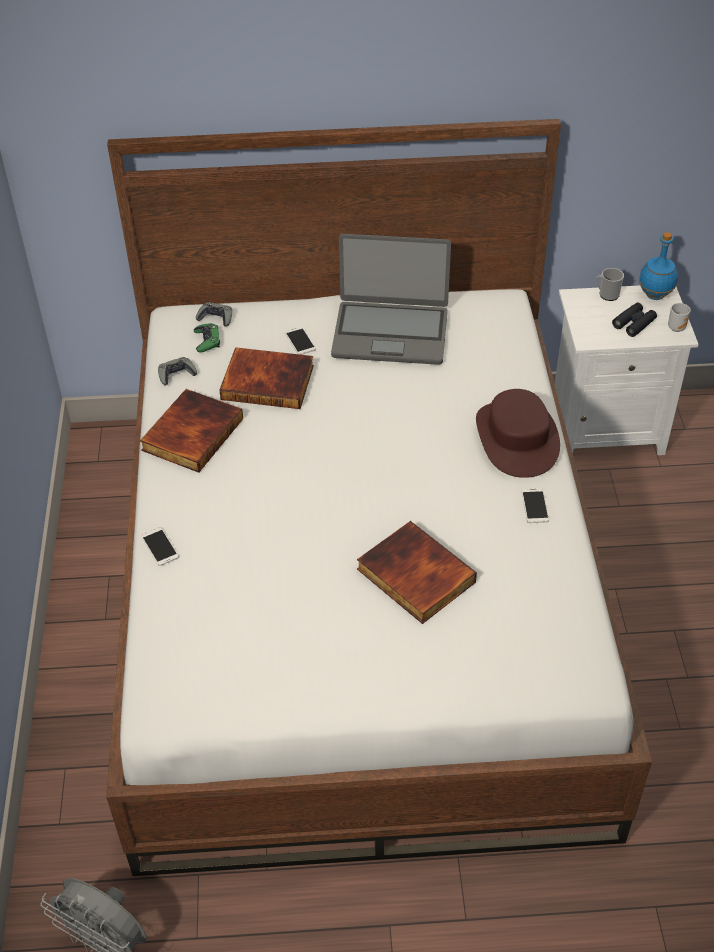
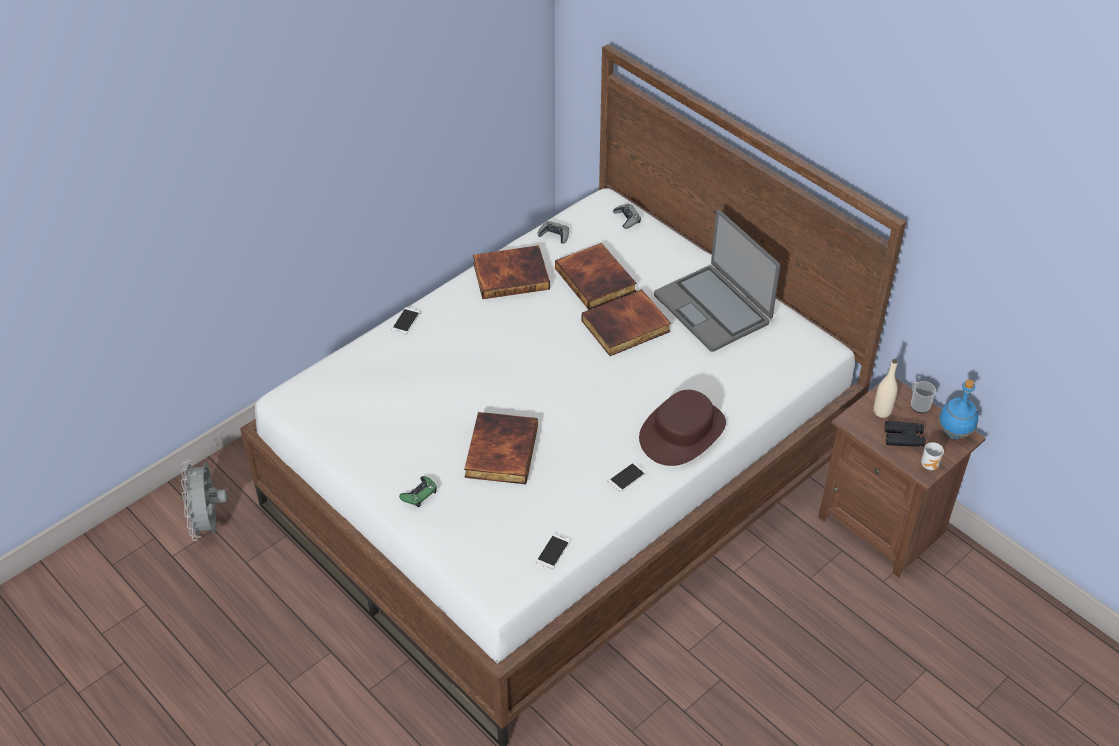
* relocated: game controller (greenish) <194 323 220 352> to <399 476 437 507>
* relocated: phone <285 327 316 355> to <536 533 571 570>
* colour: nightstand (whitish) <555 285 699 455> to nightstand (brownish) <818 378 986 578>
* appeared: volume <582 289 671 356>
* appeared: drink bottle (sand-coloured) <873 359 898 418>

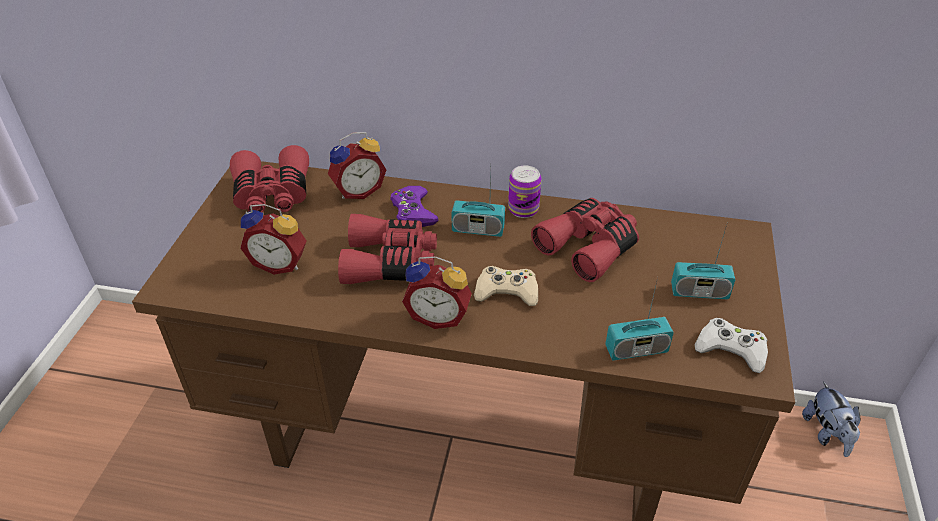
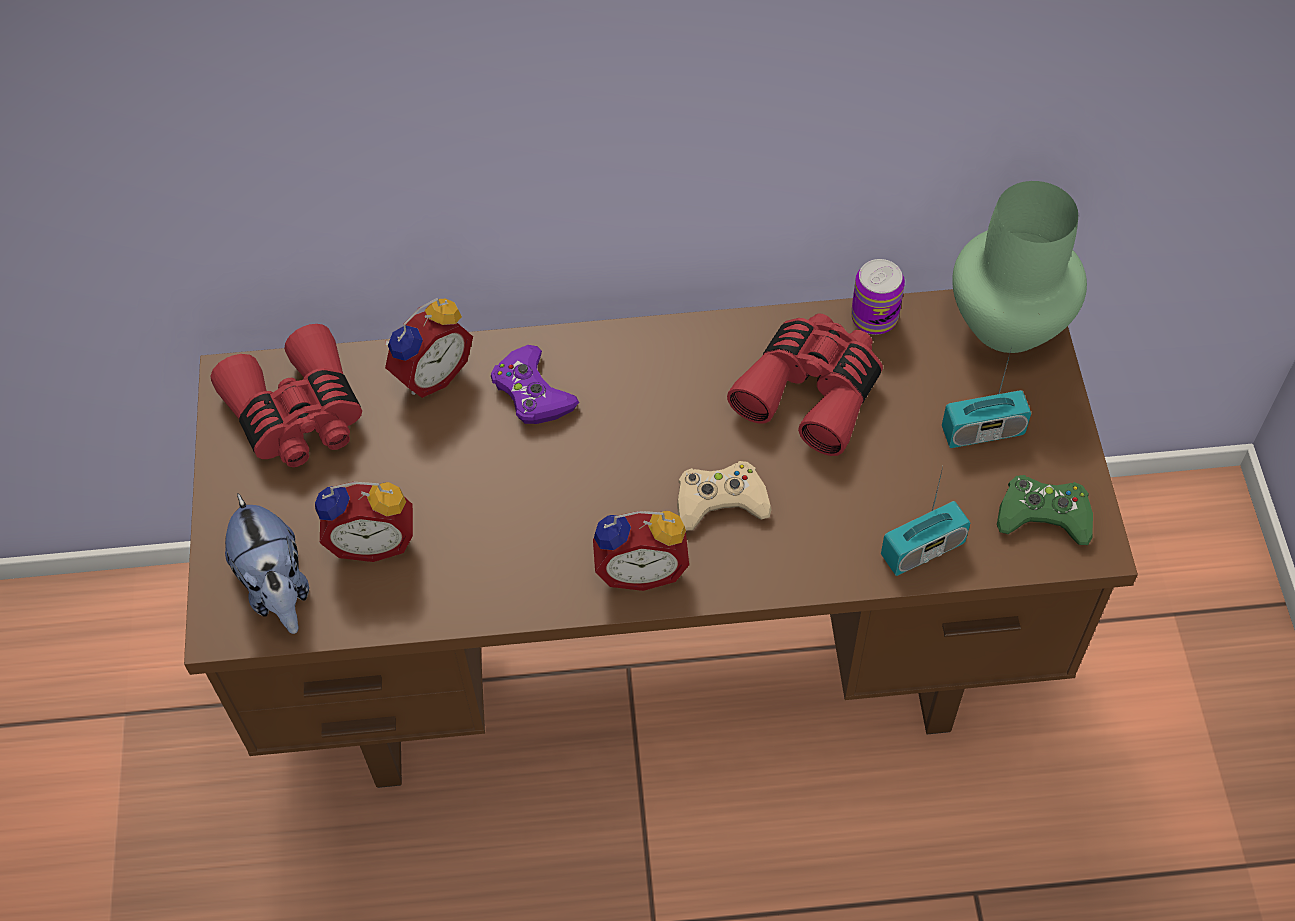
* missing: binoculars (red-coloured) <338 214 437 284>
* missing: radio receiver <451 172 505 237>
* relocated: sealed can <508 165 541 218> to <851 259 905 335>
* colour: game controller (whitish) <695 318 768 373> to game controller (greenish) <997 475 1093 545>
* relocated: soft toy <802 381 861 457> to <225 493 309 634>
* appeared: decorative vase (greenish) <952 181 1087 353>

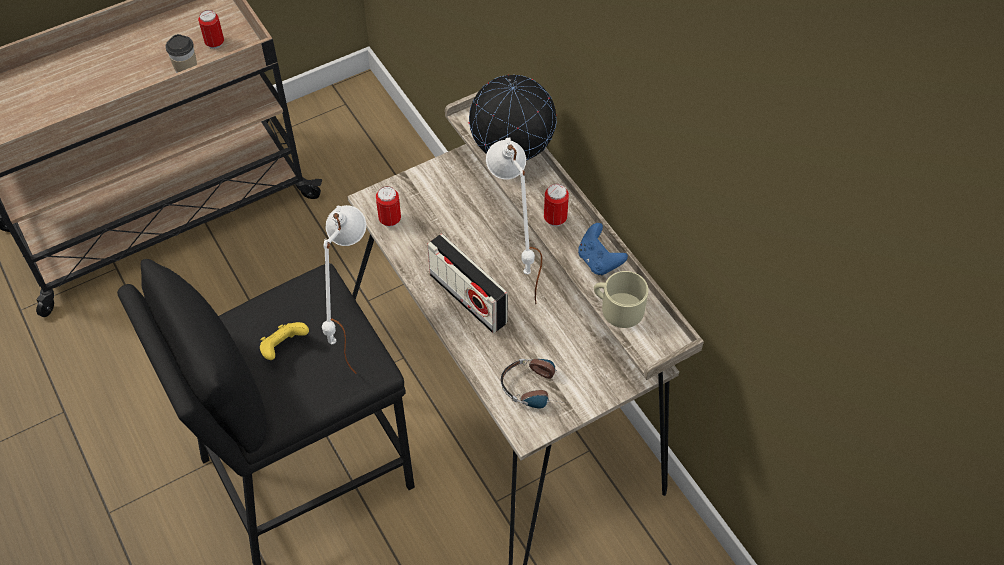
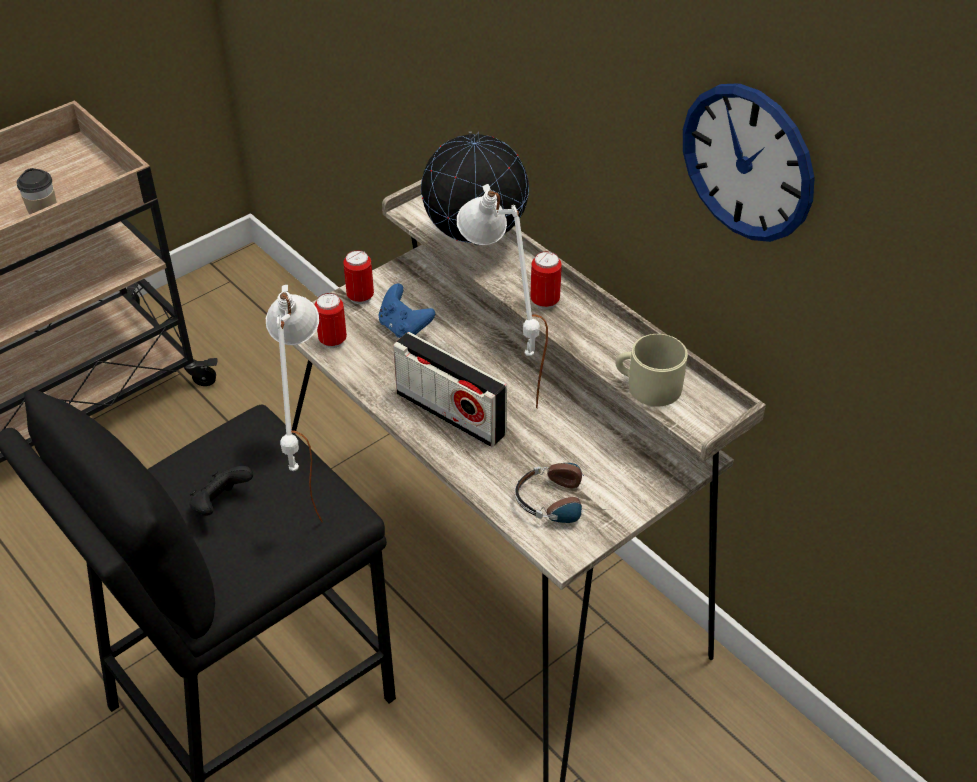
* relocated: sealed can <198 10 224 49> to <343 250 374 304>
* colour: game controller (yellow-coloured) <260 322 309 360> to game controller (black-coloured) <189 466 253 516>
* relocated: game controller (blue) <578 223 628 275> to <379 284 435 338>
* appeared: clock on the wall <683 83 815 242>

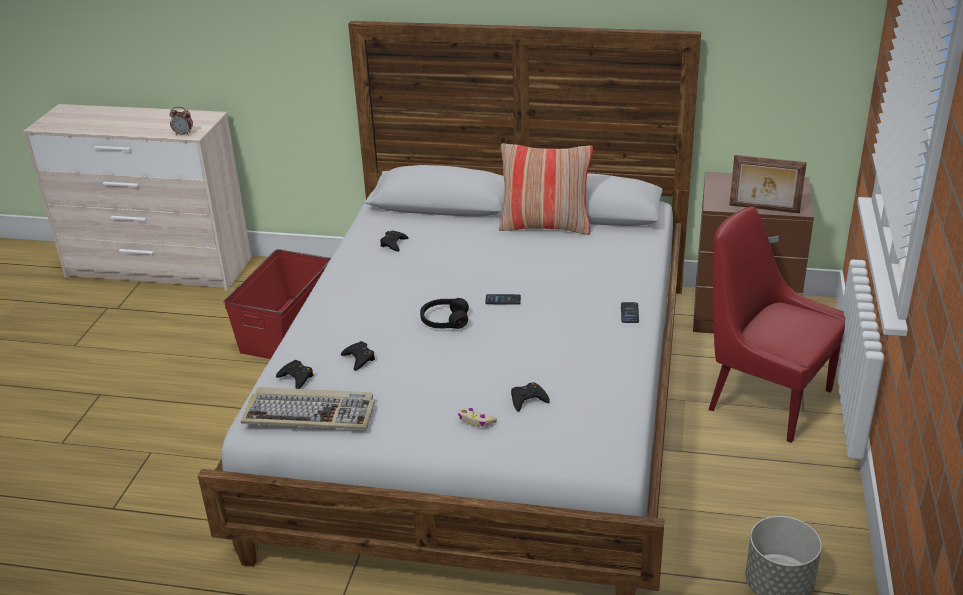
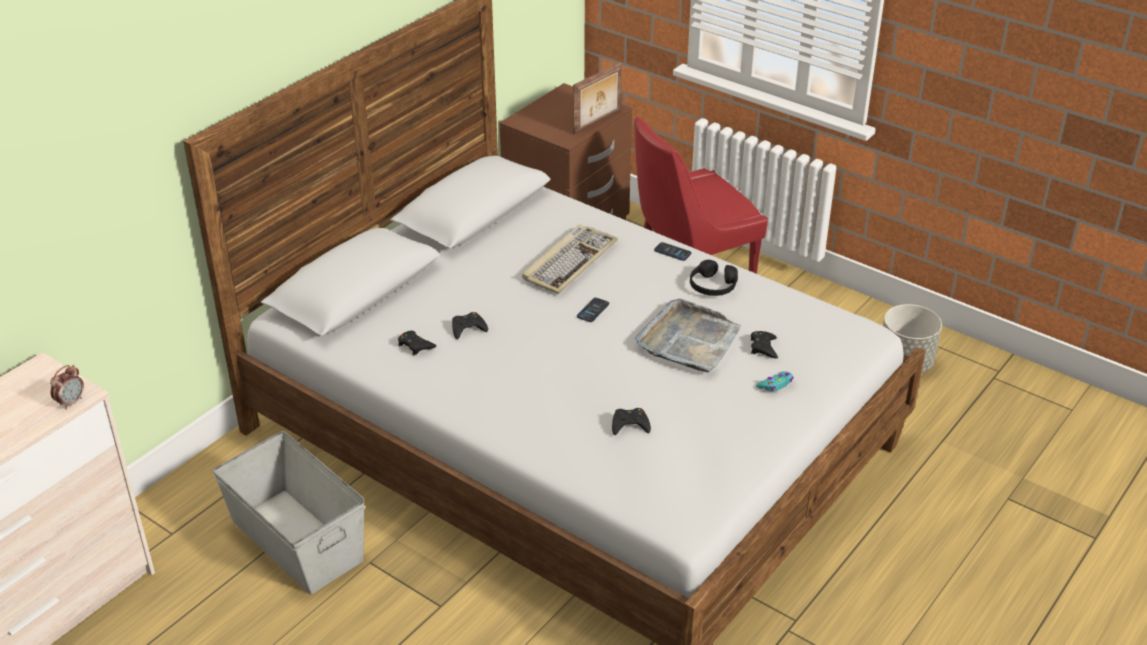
* colour: storage bin (red-coloured) <224 249 331 359> to storage bin (grey) <213 431 365 594>
* relocated: keyboard <241 387 375 430> to <522 224 618 294>
* relocated: game controller (black-coloured) <276 360 313 389> to <452 312 488 339>
* relocated: pair of headphones (black-coloured) <420 298 469 329> to <690 260 738 296>
* colour: game controller (sand-coloured) <458 408 497 427> to game controller (blue-green) <756 371 794 391>
* missing: throw pillow <499 143 593 235>
* appeared: tray (grey) <635 299 741 373>

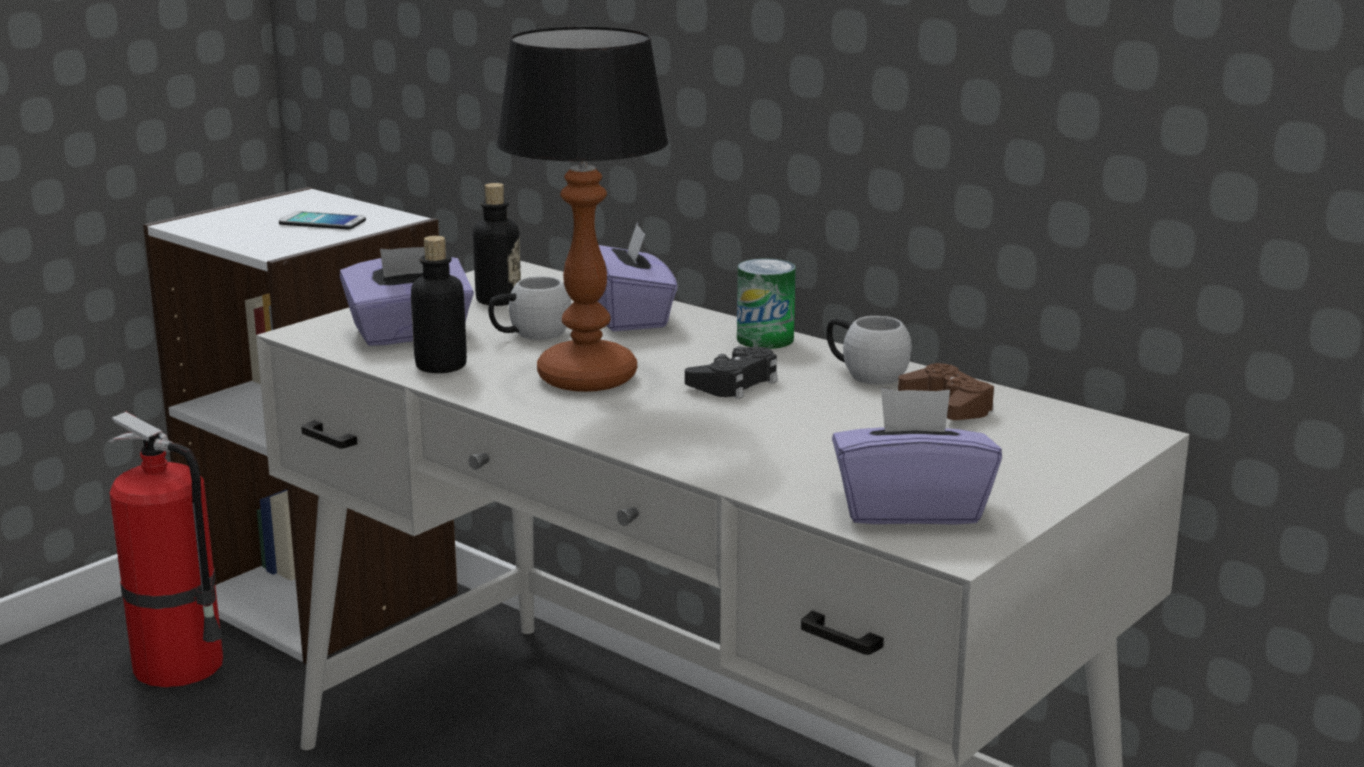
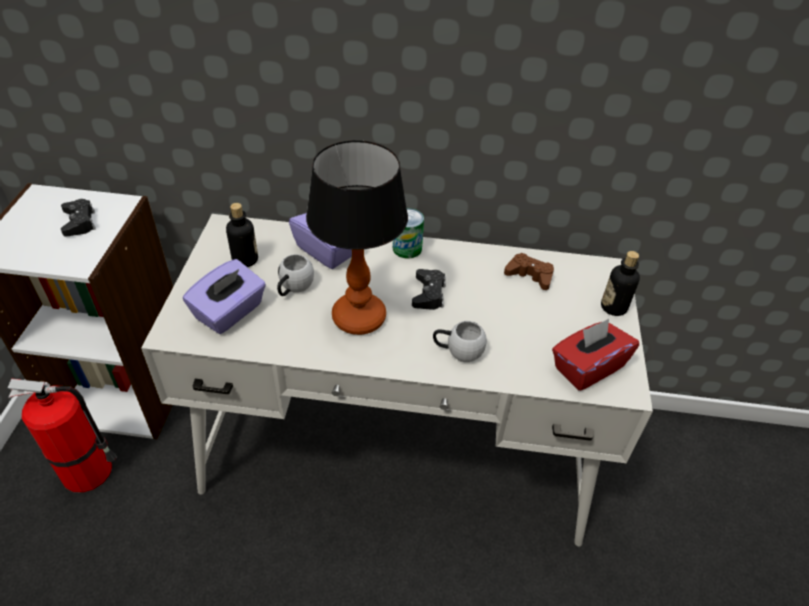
* exchanged: phone <279 211 366 229> to game controller (black-coloured) <61 199 95 237>
* relocated: drink bottle <411 236 467 373> to <601 251 640 316>
* relocated: coffee mug (whitish) <826 316 912 385> to <433 321 487 362>
* colour: tissue holder (purple) <832 388 1002 525> to tissue holder (red-coloured) <552 319 639 391>

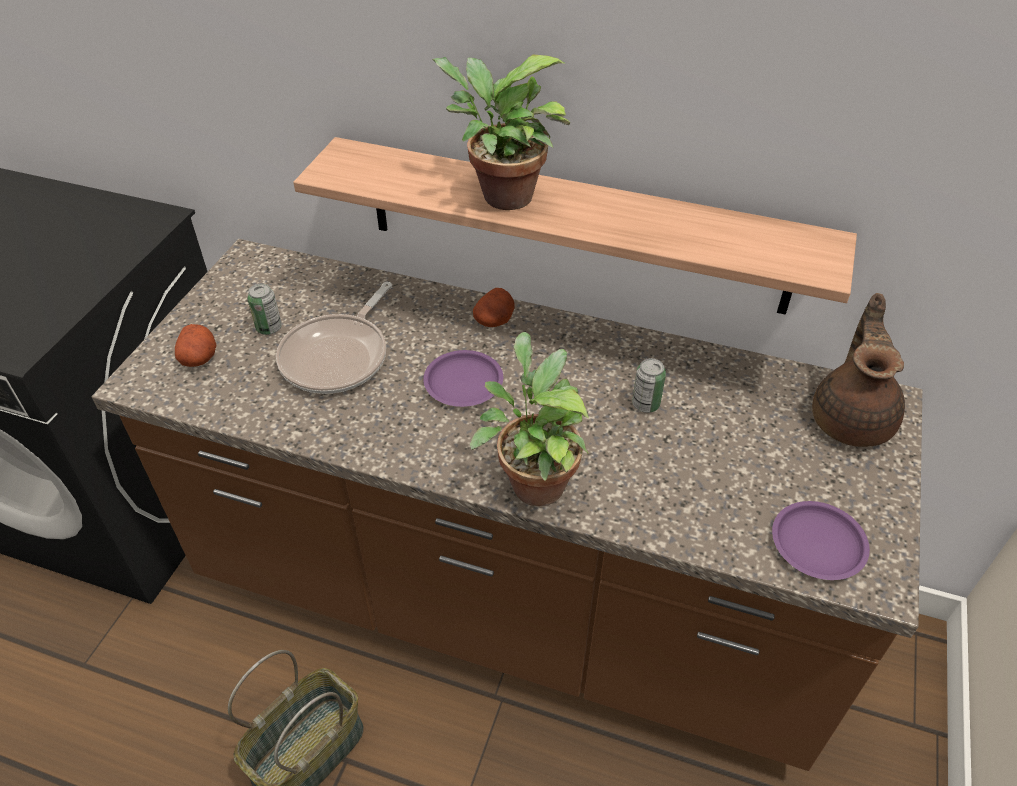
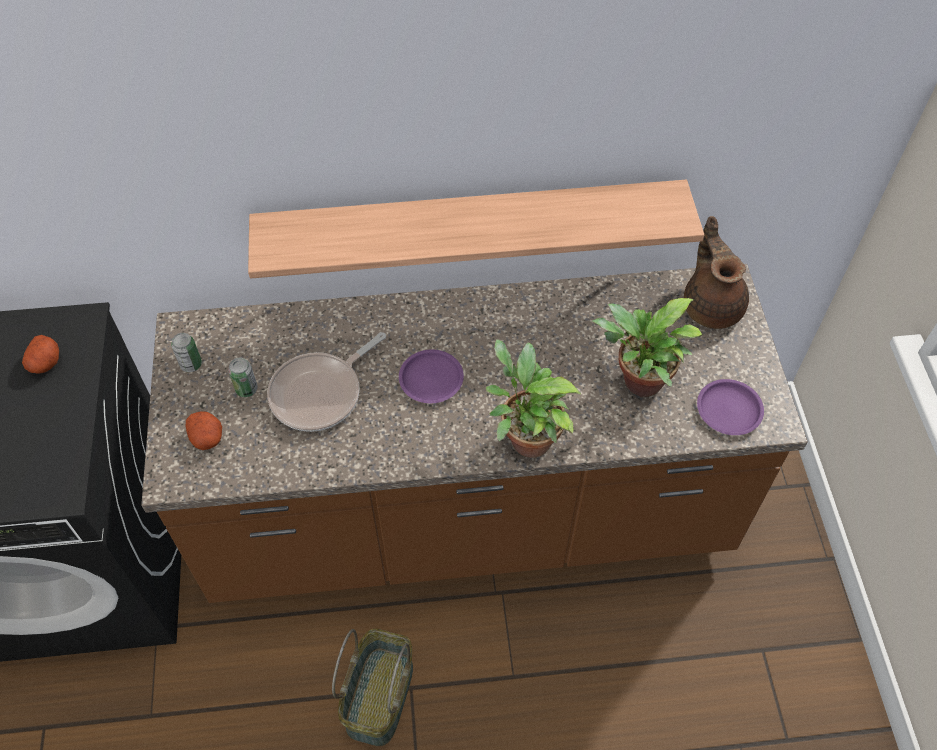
* spun: skillet <276 282 392 394> = <267 332 386 432> 45 degrees clockwise
* relocated: plant in a pot <432 55 570 210> to <592 298 702 397>
* relocated: whole potato <473 288 515 327> to <22 335 59 374>
* relocated: sealed can <632 358 666 413> to <171 333 202 372>

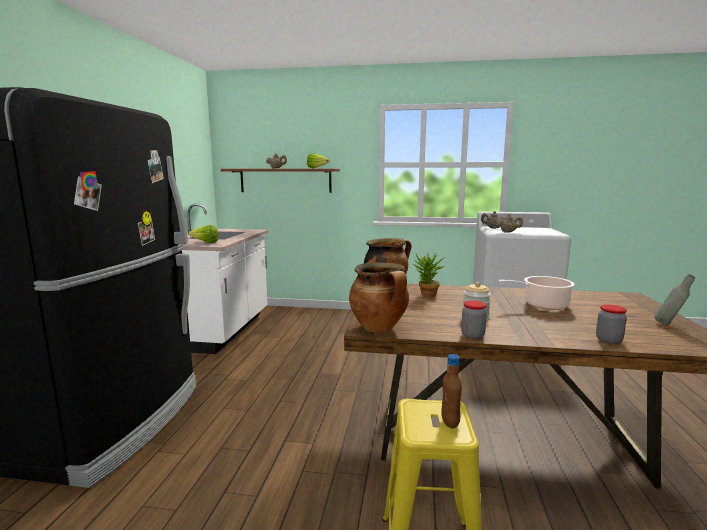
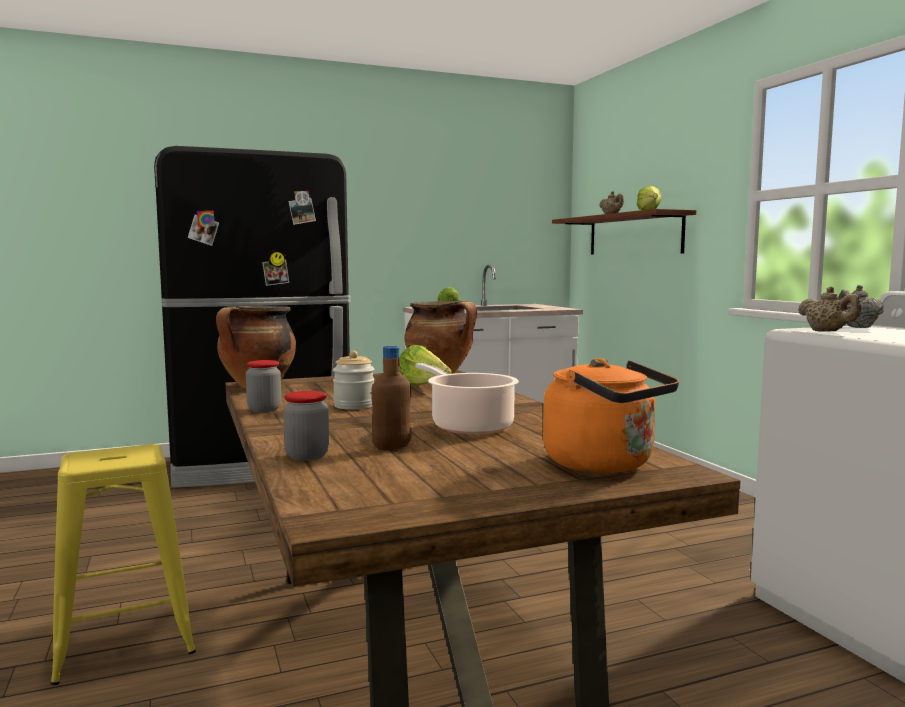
* exchanged: plant in a pot <414 253 445 297> to lettuce head <399 345 452 385>
* relocated: drink bottle (brownish) <441 354 462 429> to <371 346 412 450>
* missing: drink bottle (grey) <654 274 695 325>
* appeared: water kettle (orange-coloured) <543 358 679 473>

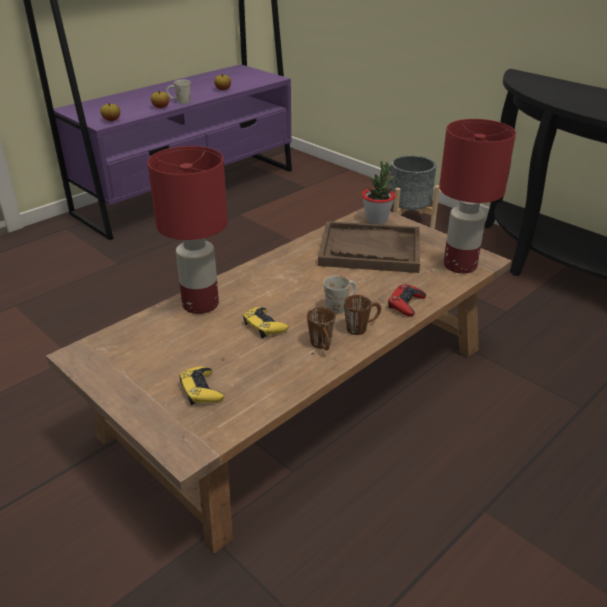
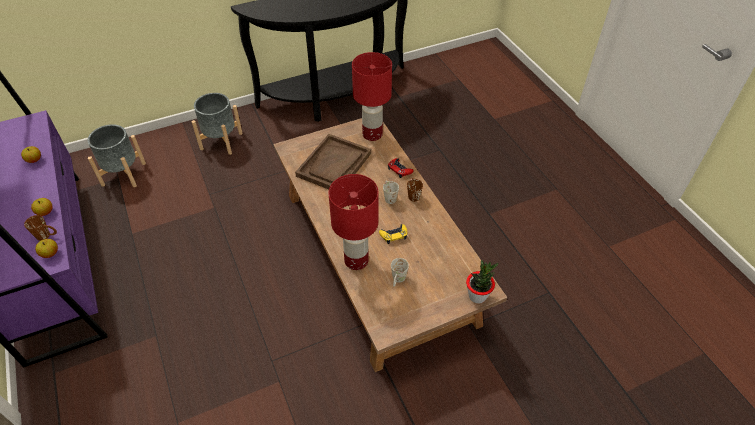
* relocated: coffee mug (whitish) <166 80 191 104> to <391 258 409 286>
* missing: game controller (yellow-coloured) <179 367 224 405>
* relocated: coffee mug (brownish) <307 307 336 350> to <24 215 57 241>
* relocated: plant in a pot <362 161 395 224> to <466 260 498 304>
* appeared: flower pot (grey) <88 124 146 187>

